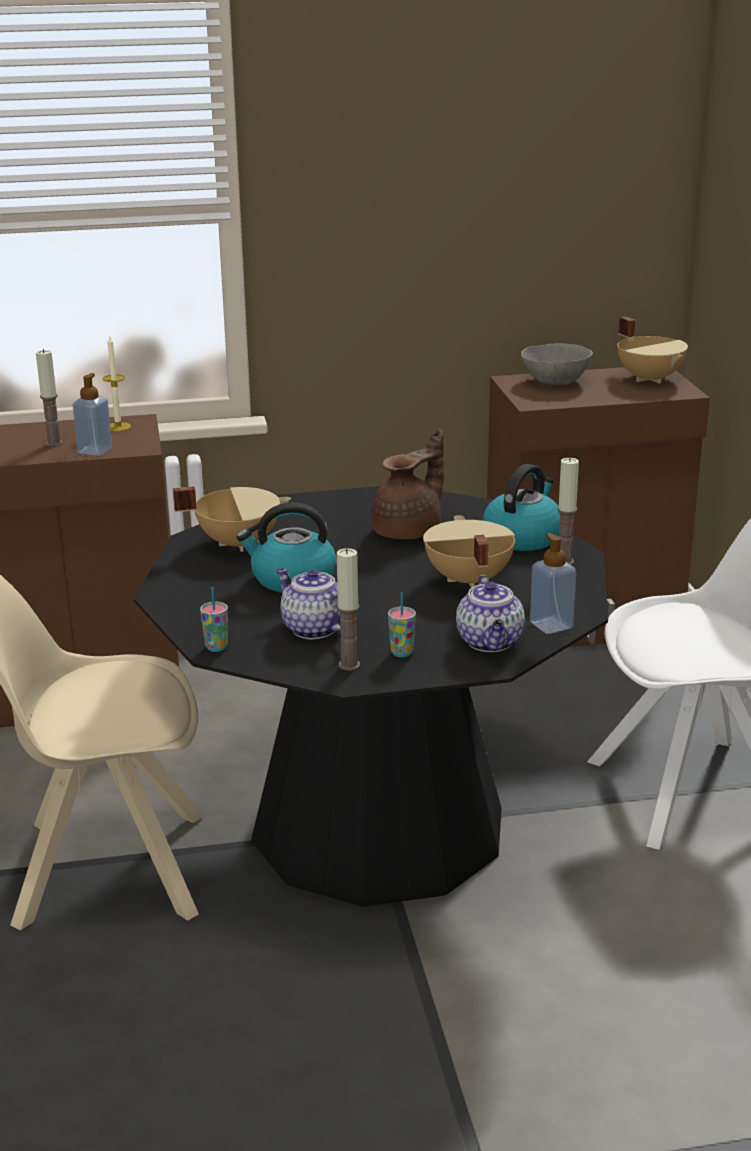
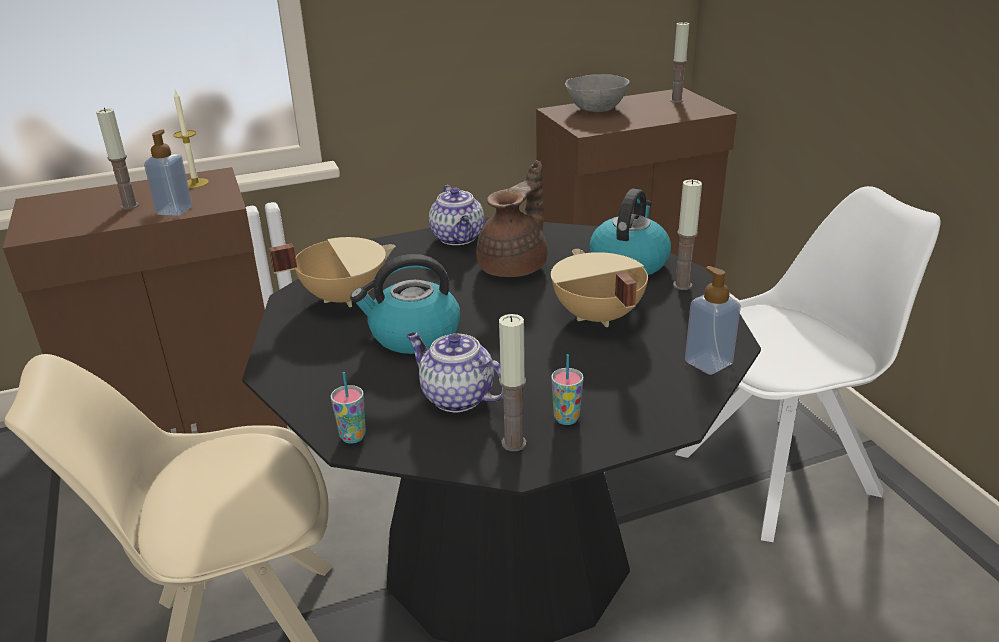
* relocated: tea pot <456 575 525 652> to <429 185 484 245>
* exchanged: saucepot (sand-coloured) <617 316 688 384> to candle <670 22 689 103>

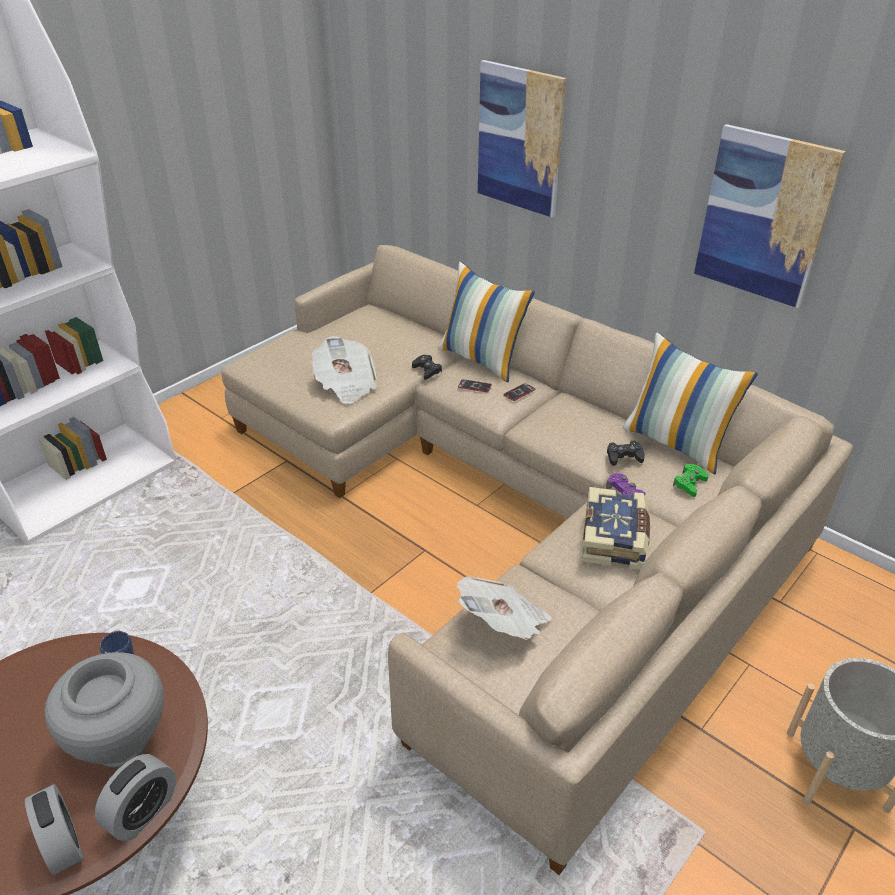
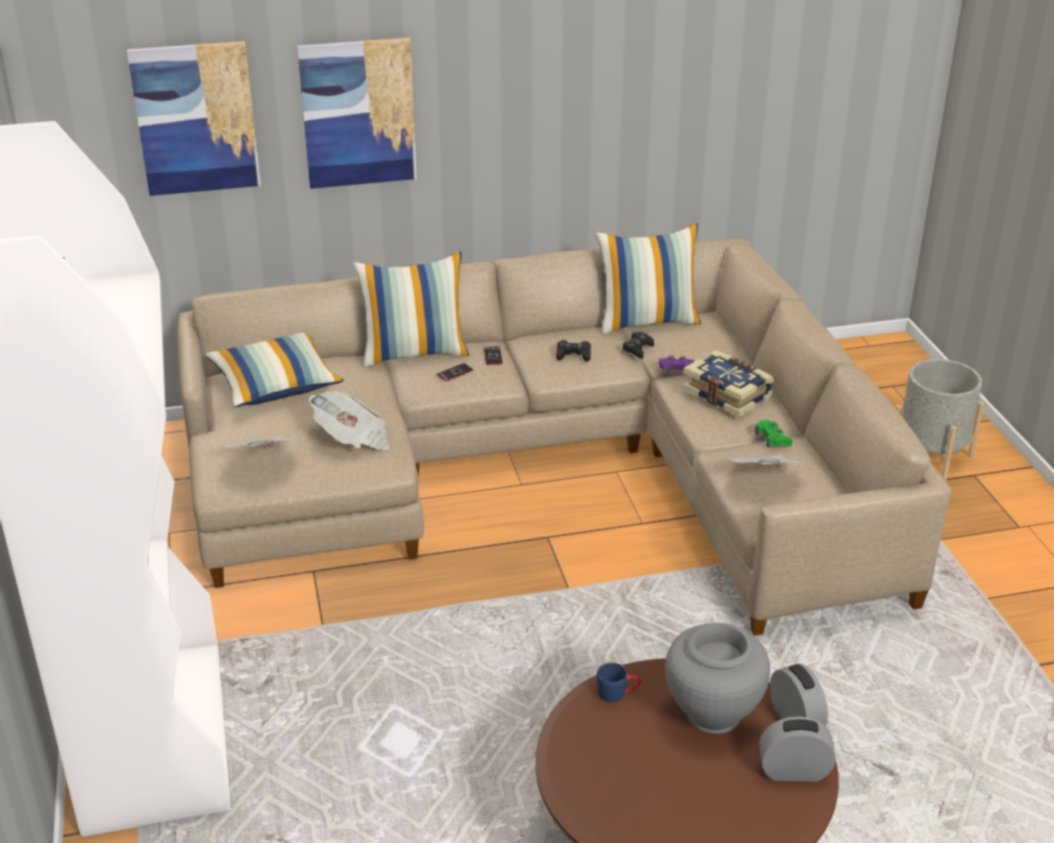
* relocated: game controller (black-coloured) <412 355 442 380> to <556 340 591 362>
* relocated: game controller (greenish) <673 464 708 497> to <755 420 792 448>
* relocated: picture <694 124 846 308> to <127 41 261 196>
* appeared: throw pillow <205 333 344 407>
* appeared: newspaper <220 436 300 450>

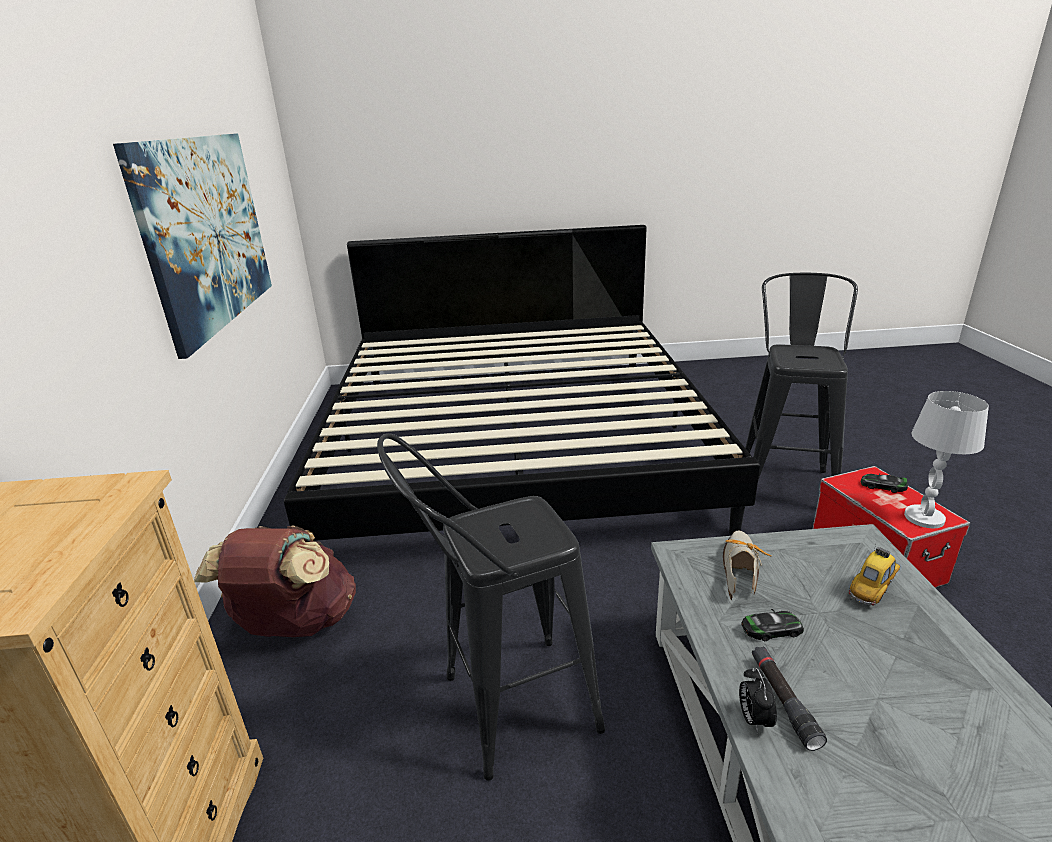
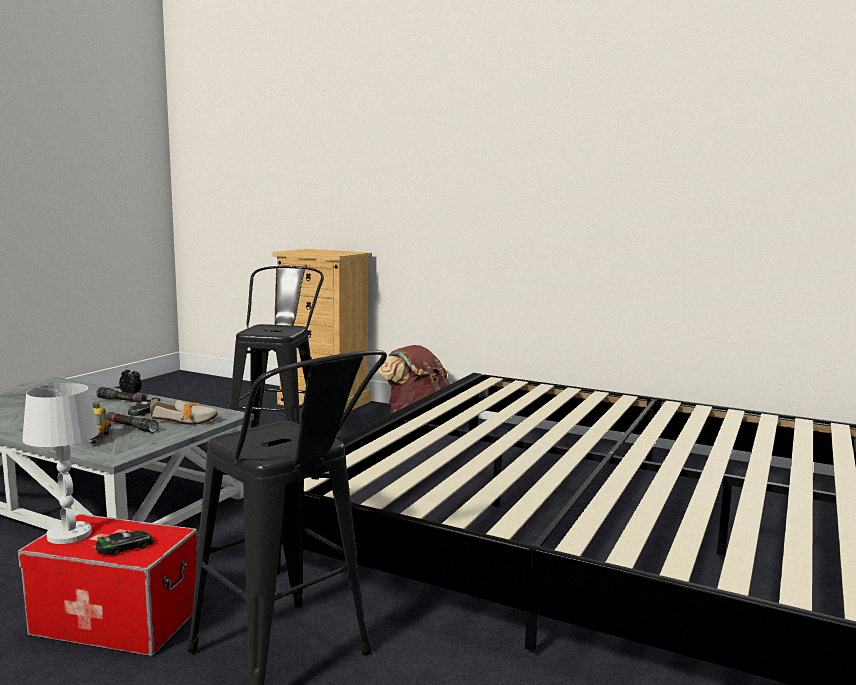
* missing: picture <113 133 272 359>
* spun: low shoe <723 531 771 601> = <150 399 218 425> 45 degrees counterclockwise
* appeared: torch (black-coloured) <107 412 158 433>

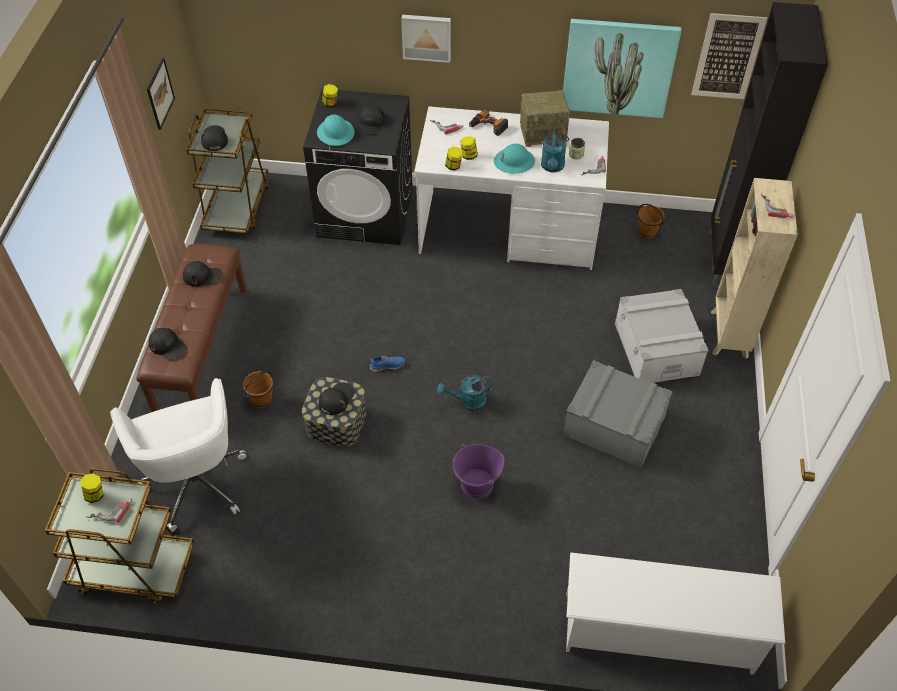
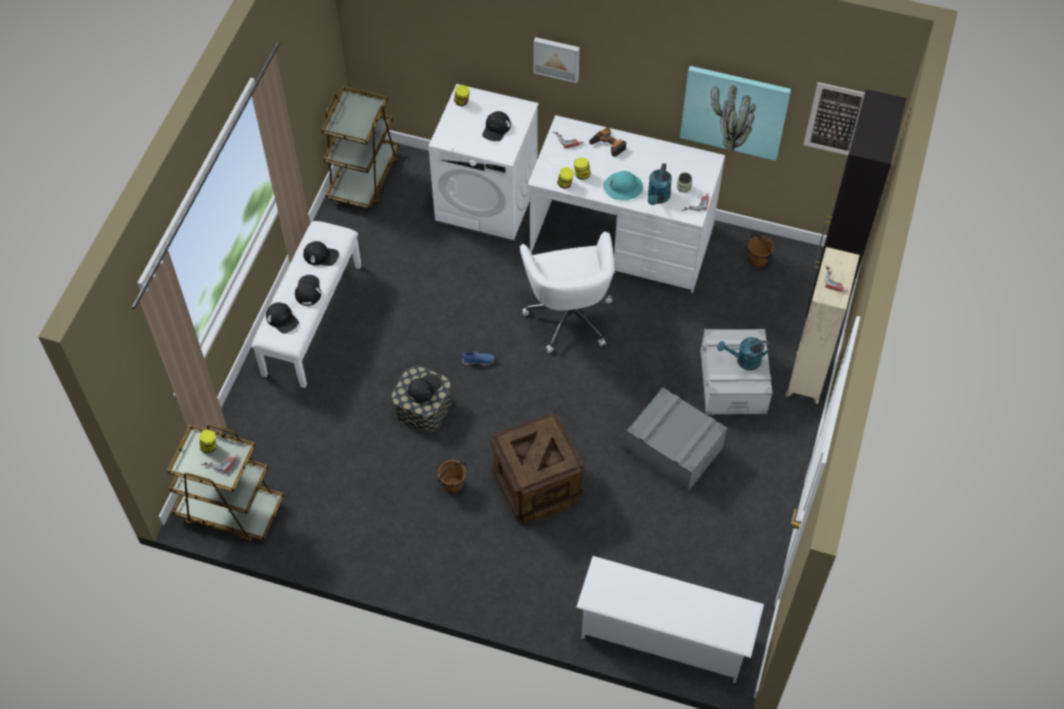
* relocated: computer chair (whitish) <110 378 246 532> to <520 232 614 353>
* colour: bench (brownish) <136 244 247 412> to bench (whitish) <251 221 362 388>
* missing: picture <147 58 175 130>
* relocated: baseball cap (black-coloured) <201 125 228 151> to <295 275 321 306>
* relocated: pail (brownish) <243 371 274 408> to <437 460 467 494>
* colour: laundry appliance (black-coloured) <303 89 413 245> to laundry appliance (whitish) <429 84 538 240>
* missing: hard hat (blue-green) <317 114 354 146>
* relocated: watering can (blue-green) <437 375 493 411> to <717 337 771 370>
* exchanged: pail (purple) <453 444 505 499> to shipping crate <491 413 584 523>
* missing: radio receiver <520 90 570 147>

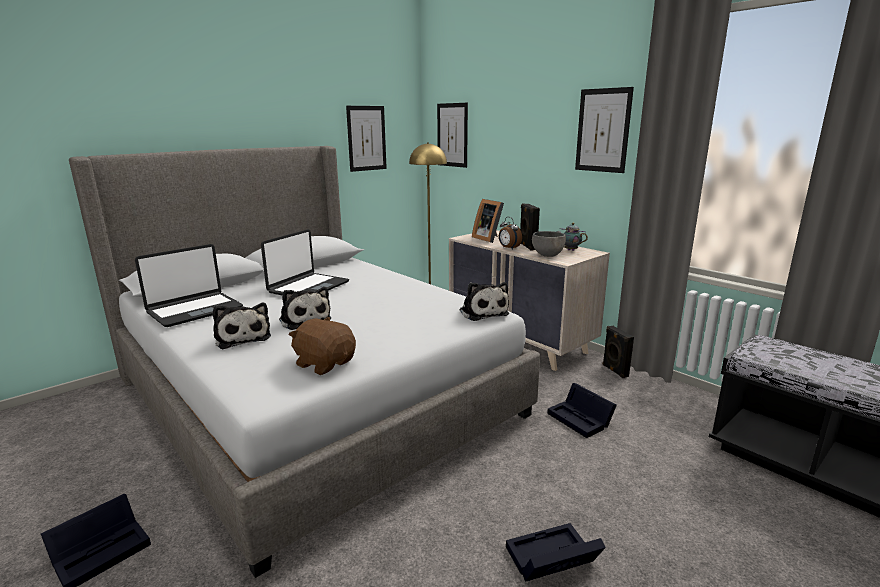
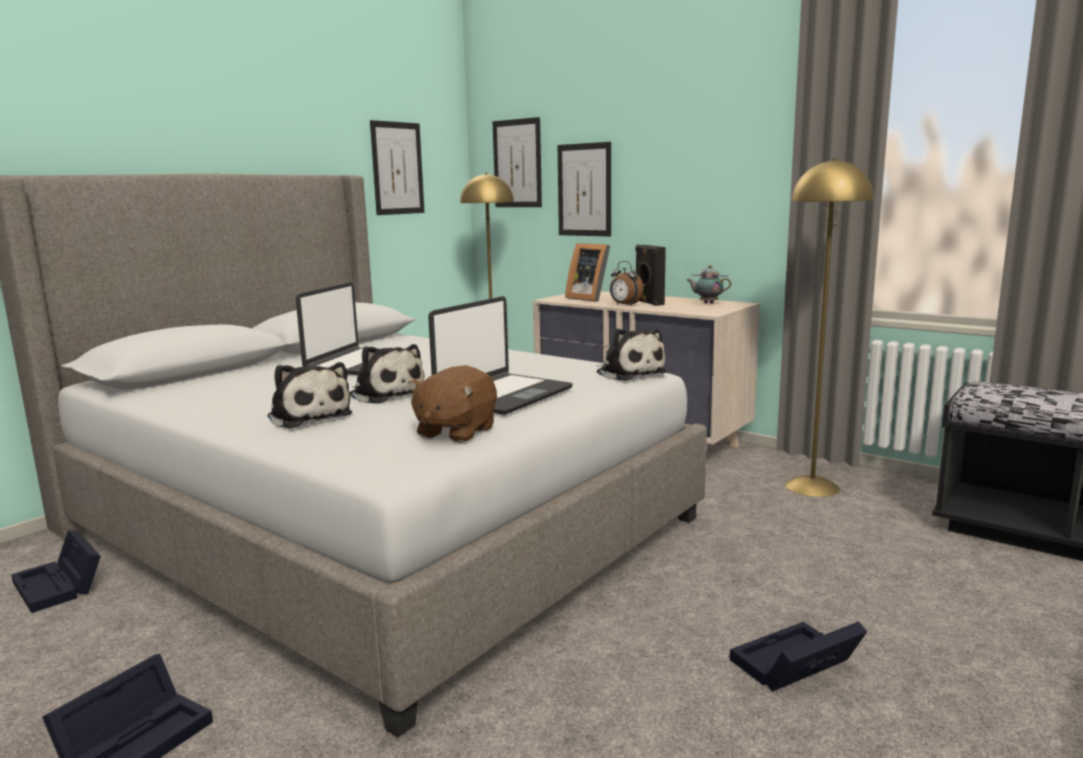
* relocated: portable computer <135 244 243 327> to <428 296 573 415>
* spun: soft toy (brownish) <289 317 356 375> = <408 365 497 443> 90 degrees counterclockwise
* missing: bowl (grey) <532 231 566 257>
* relocated: storage bin (black-coloured) <547 383 617 438> to <11 530 101 613>
* relocated: picture <575 87 634 173> to <557 142 611 236>
* missing: speaker (black-coloured) <603 326 634 378>
* appeared: floor lamp (yellow-coloured) <785 158 873 497>

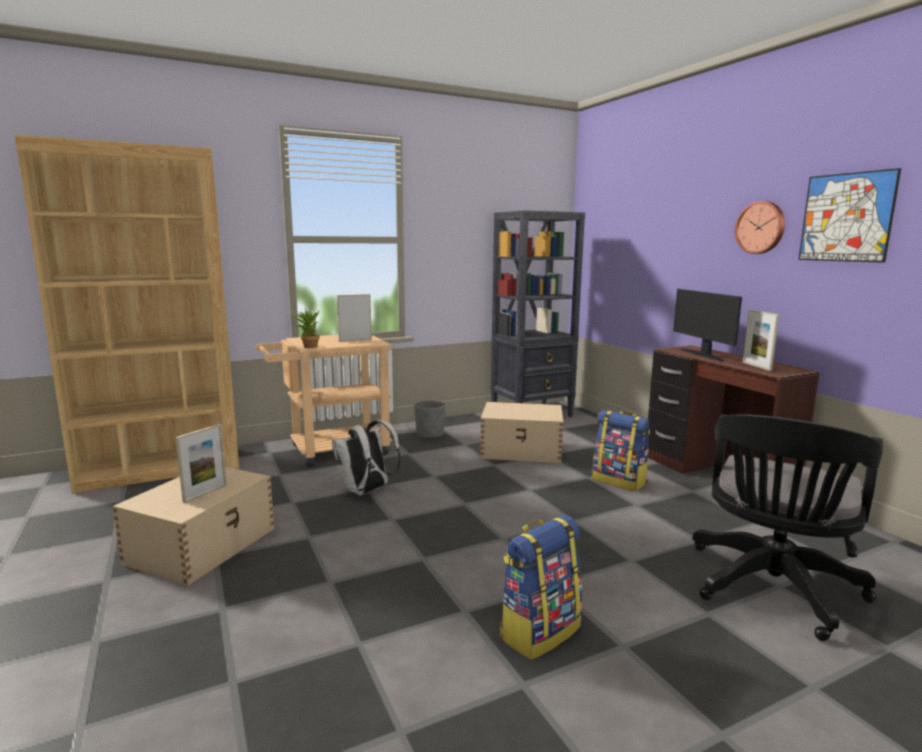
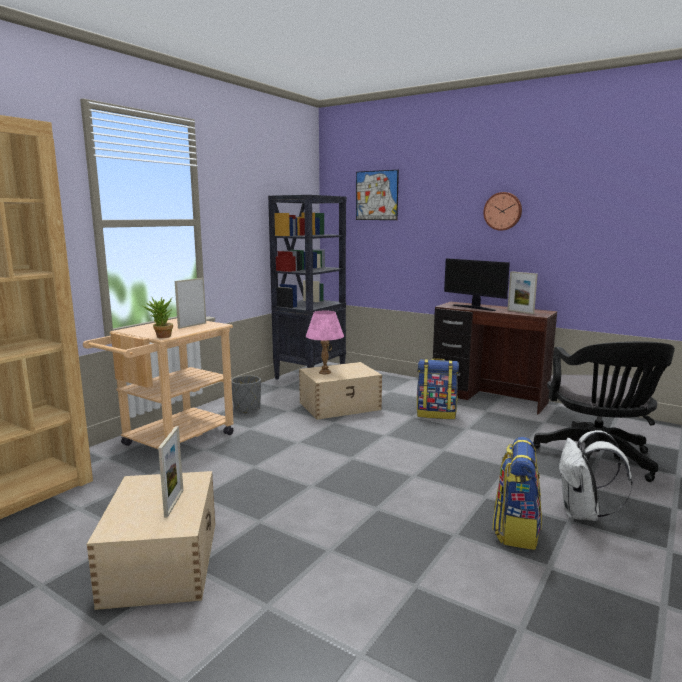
* relocated: knapsack (whitish) <332 420 401 495> to <559 430 633 521>
* relocated: picture <798 168 901 263> to <356 170 399 220>
* appeared: tabletop lamp (pinkish) <306 311 344 374>

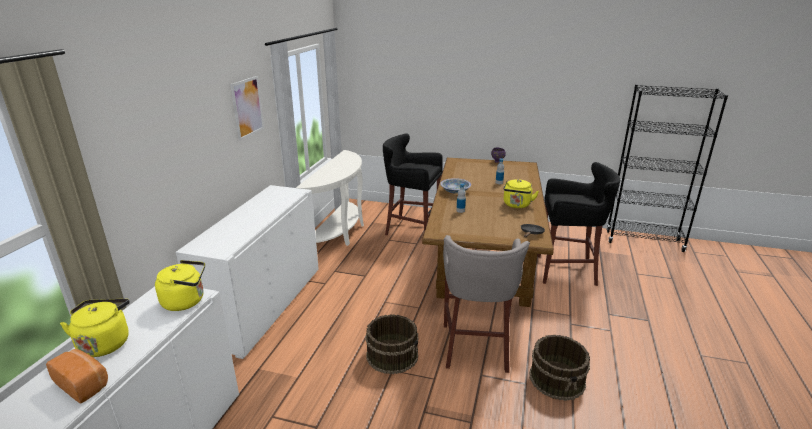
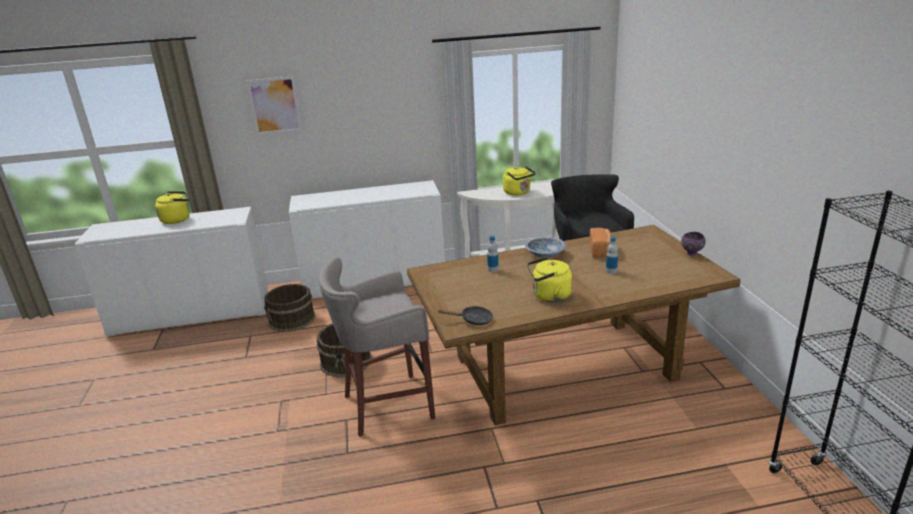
* relocated: bread <46 349 108 403> to <590 228 612 258>
* relocated: water kettle (yellow-coloured) <155 260 205 311> to <503 166 536 196>
* relocated: picture <230 76 264 141> to <247 76 302 135>
* relocated: pail (brownish) <529 335 590 401> to <264 284 316 332>
* missing: stool (black-coloured) <537 162 620 286>

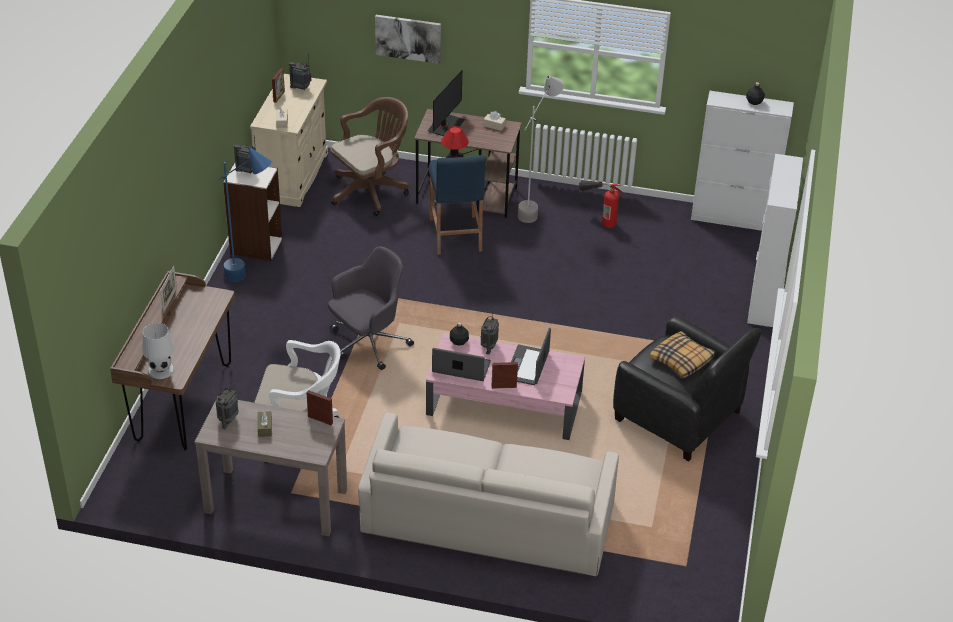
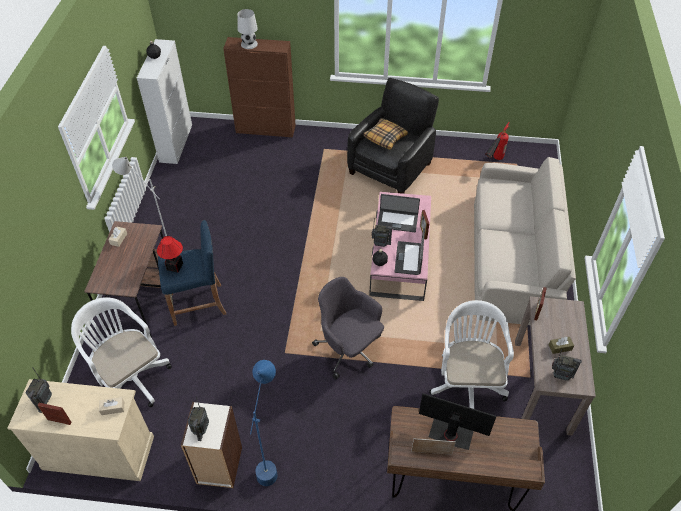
* relocated: tabletop lamp (whitish) <143 323 174 379> to <237 9 258 49>
* colour: computer chair (brownish) <330 97 409 216> to computer chair (whitish) <71 297 171 407>
* missing: picture <375 15 441 64>
* relocated: monitor <428 70 465 136> to <419 393 496 450>
* relocated: extinguisher <579 180 623 228> to <485 122 510 160>
* colour: cupboard (whitish) <747 154 803 327> to cupboard (brownish) <223 37 296 137>

